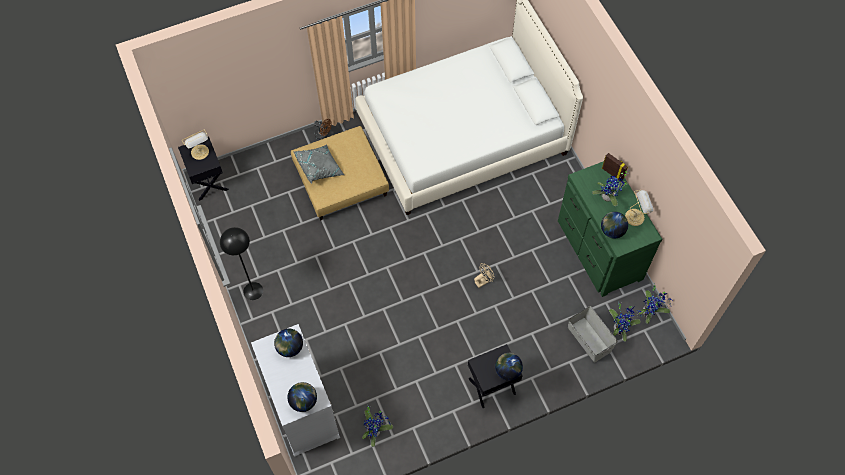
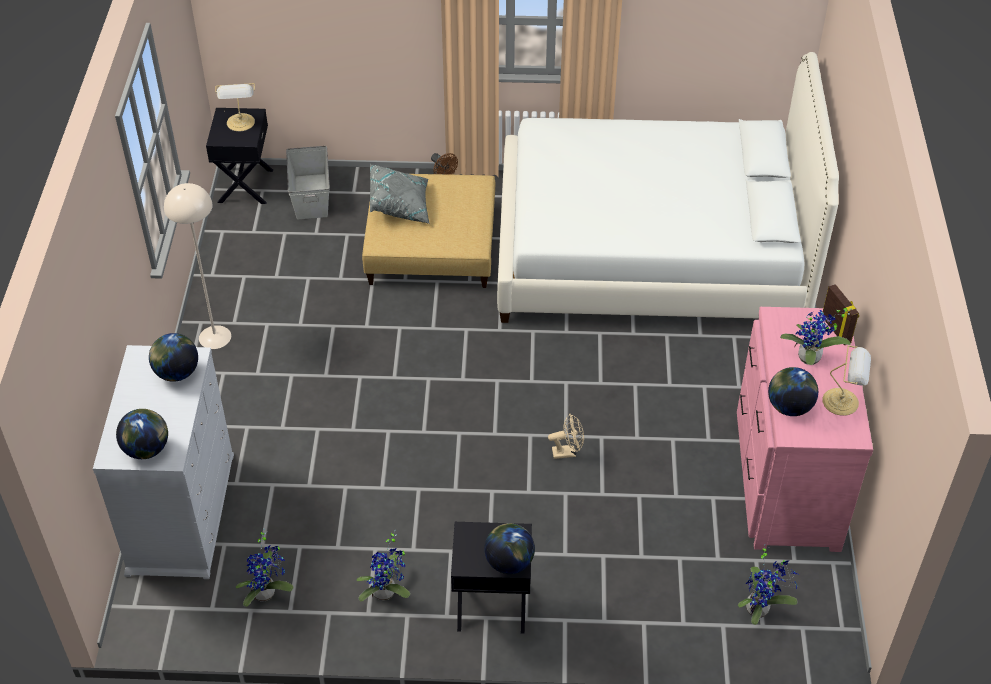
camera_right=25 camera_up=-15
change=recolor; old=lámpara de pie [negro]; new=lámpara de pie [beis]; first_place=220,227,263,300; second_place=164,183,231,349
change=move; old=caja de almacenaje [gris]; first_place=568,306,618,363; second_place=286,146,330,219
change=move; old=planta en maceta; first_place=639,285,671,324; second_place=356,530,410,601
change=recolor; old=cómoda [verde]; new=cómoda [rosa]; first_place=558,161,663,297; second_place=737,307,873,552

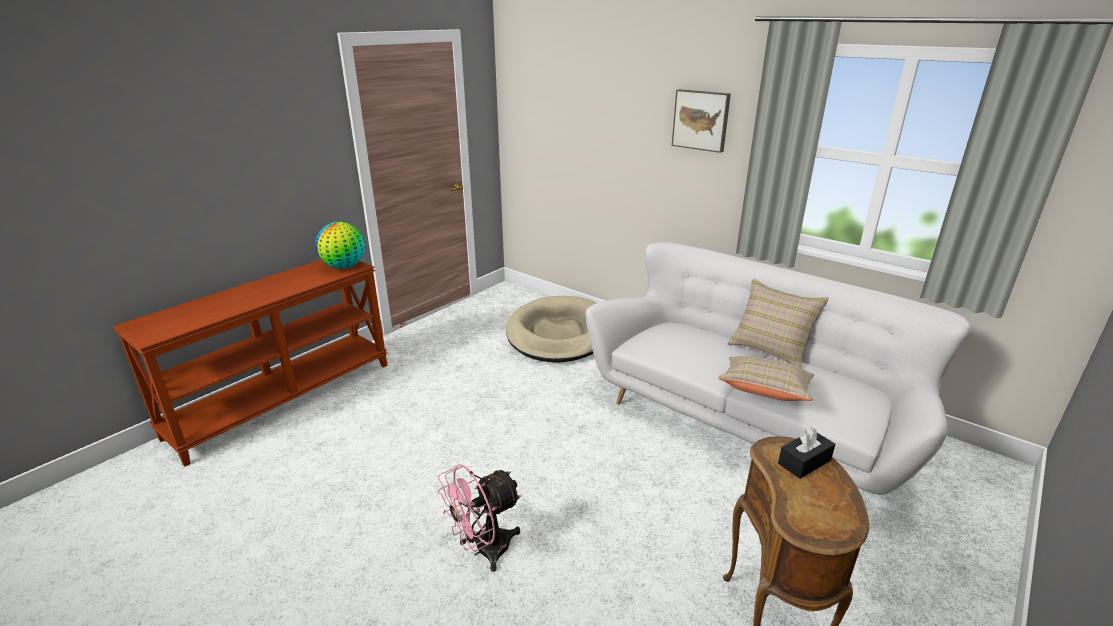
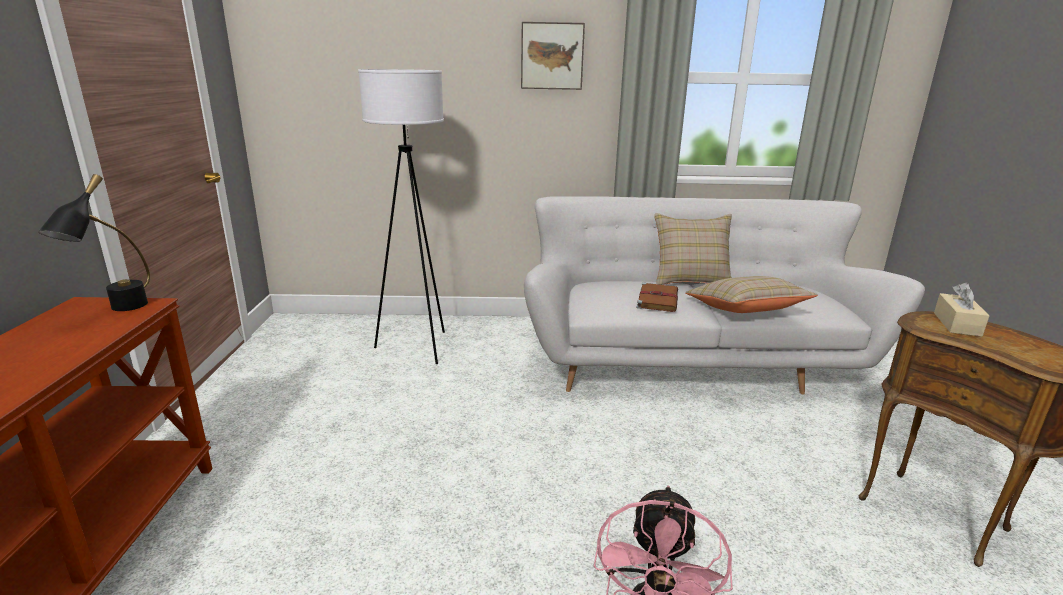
camera_right=-40 camera_up=-5
change=replace; old=globo terráqueo; new=lámpara de mesa [negro]; first_place=316,222,365,269; second_place=38,174,150,311
change=replace; old=cama para perro [beis]; new=lámpara de pie [blanco]; first_place=506,296,596,362; second_place=358,69,445,364
change=insert; new=libro [marrón]; second_place=637,282,678,312
change=recolor; old=caja de pañuelos [negro]; new=caja de pañuelos [beis]; first_place=778,426,835,479; second_place=934,282,989,337

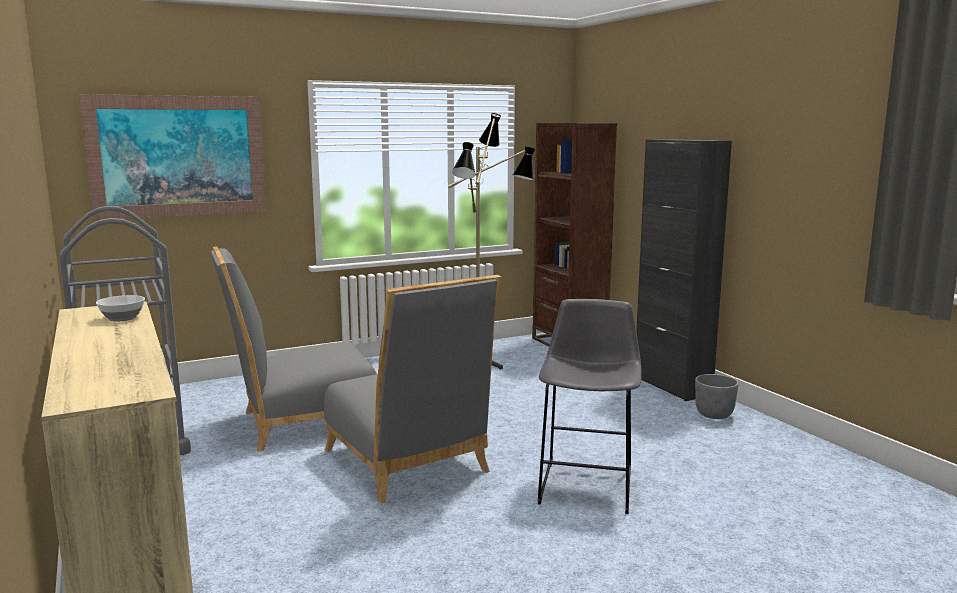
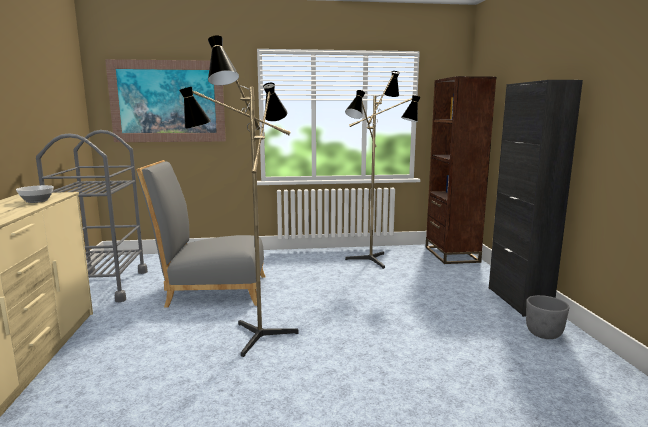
camera_right=20 camera_up=0
change=replace; old=silla [gris]; new=lámpara de pie; first_place=324,275,501,503; second_place=179,35,299,357
change=delete; old=taburete [gris]; first_place=538,299,642,514

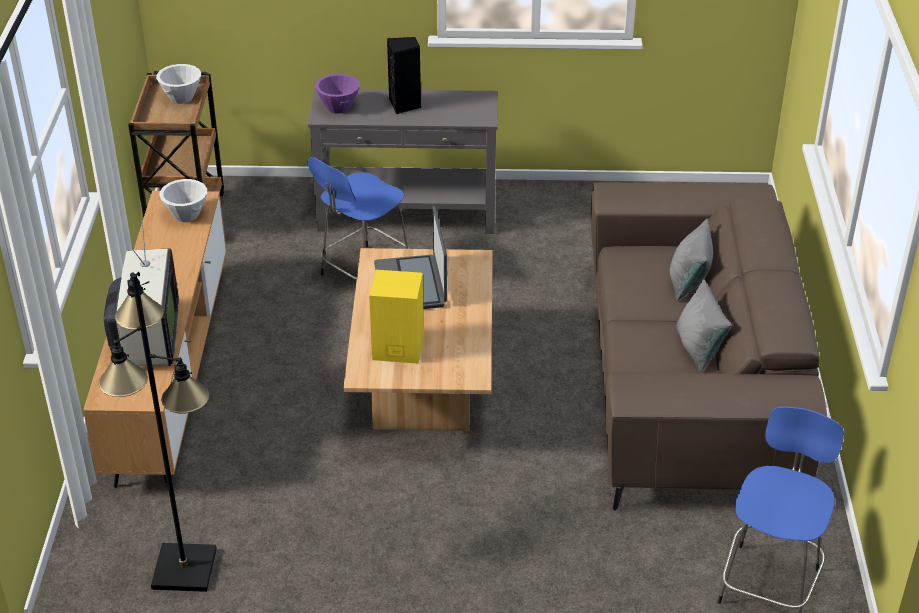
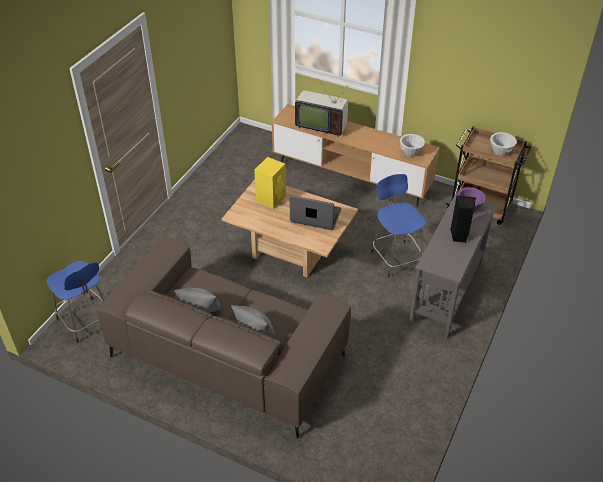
camera_right=115 camera_up=5
change=delete; old=lámpara de pie [negro]; first_place=98,272,217,592

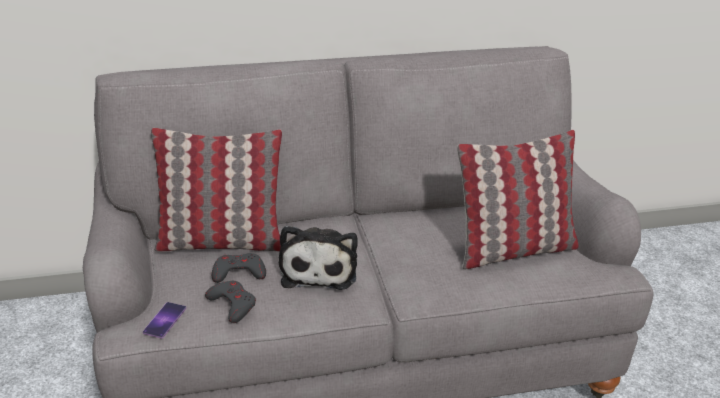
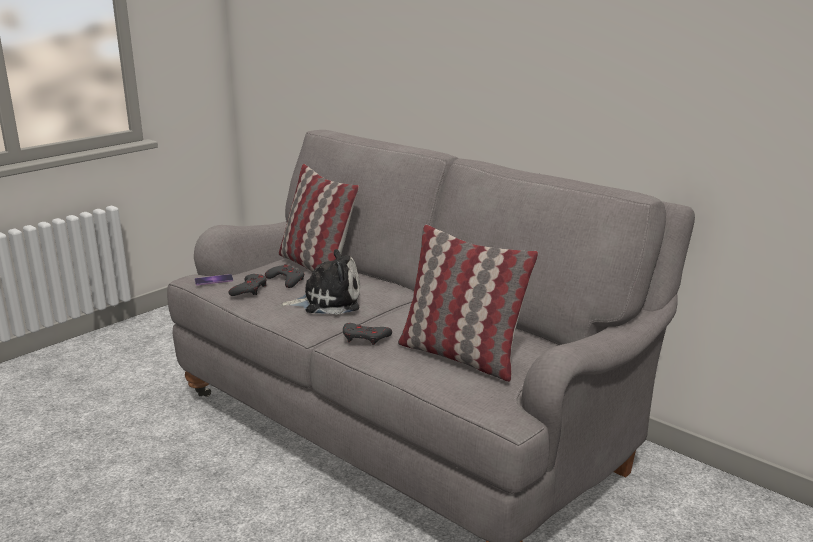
camera_right=55 camera_up=-10
change=rotate; old=peluche; first_place=279,226,358,290; second_place=280,249,360,315; degrees=-150
change=insert; new=mando de consola [gris]; second_place=343,323,392,345

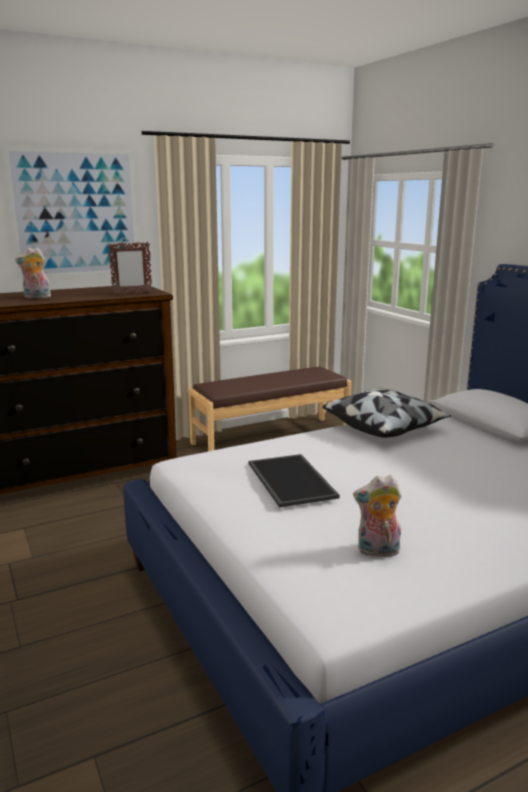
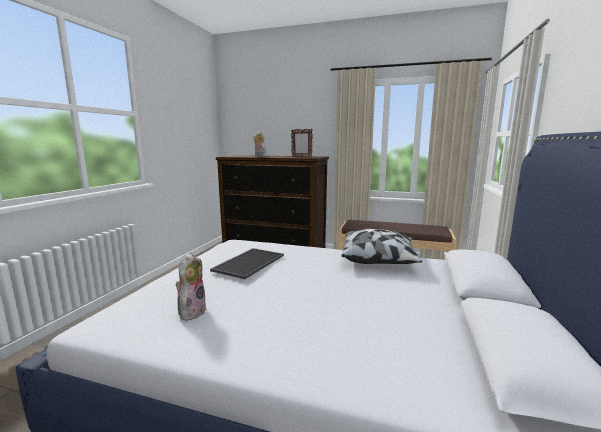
camera_right=45 camera_up=-5
change=rotate; old=peluche; first_place=353,475,401,557; second_place=176,252,207,321; degrees=60
change=delete; old=cuadro; first_place=3,146,138,279

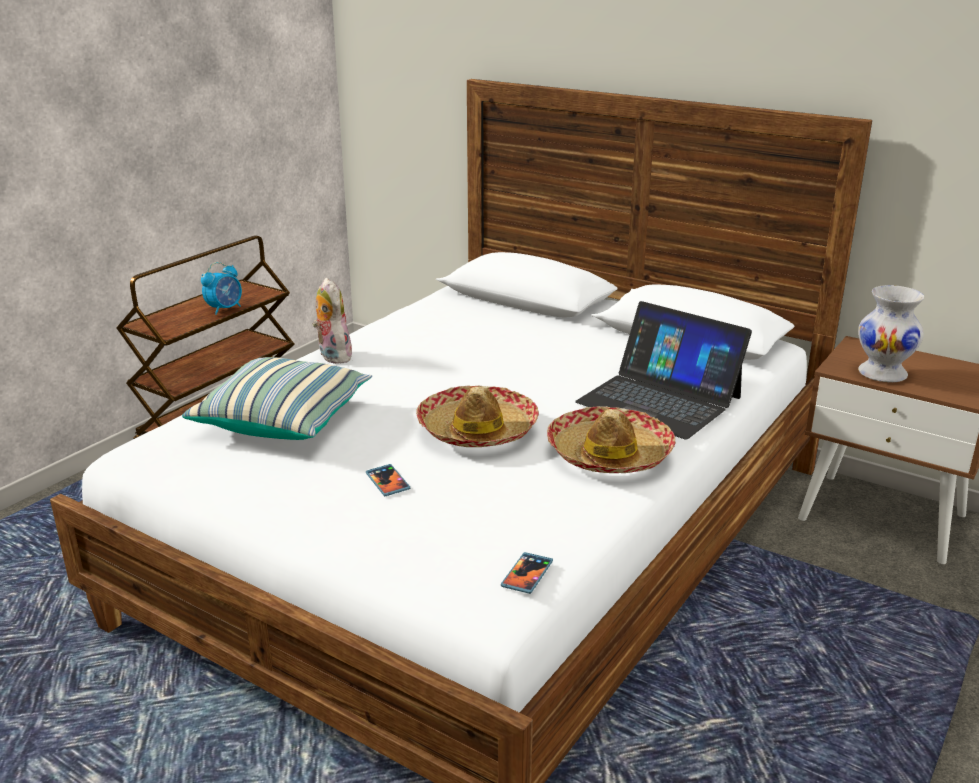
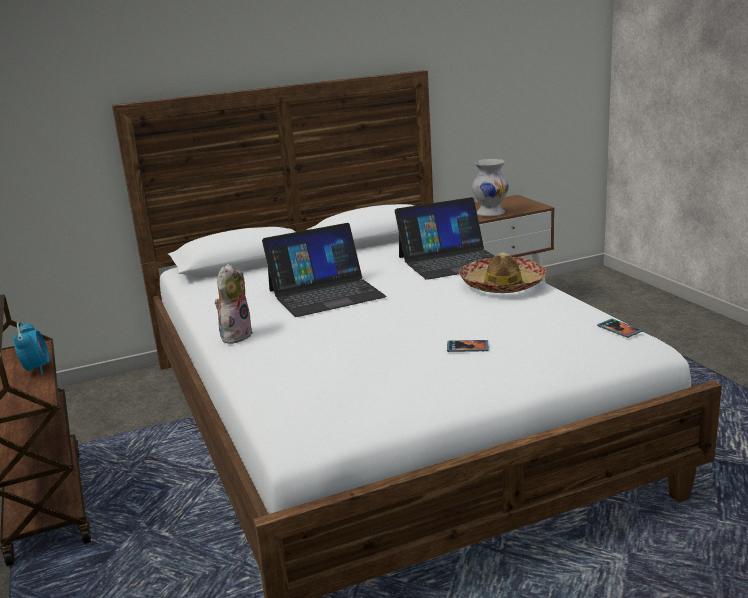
camera_right=-55 camera_up=-5
change=rotate; old=peluche; first_place=312,278,352,364; second_place=215,264,253,344; degrees=105
change=insert; new=portátil; second_place=262,223,387,317
change=delete; old=cojín; first_place=182,357,372,440
change=delete; old=sombrero; first_place=416,385,539,447

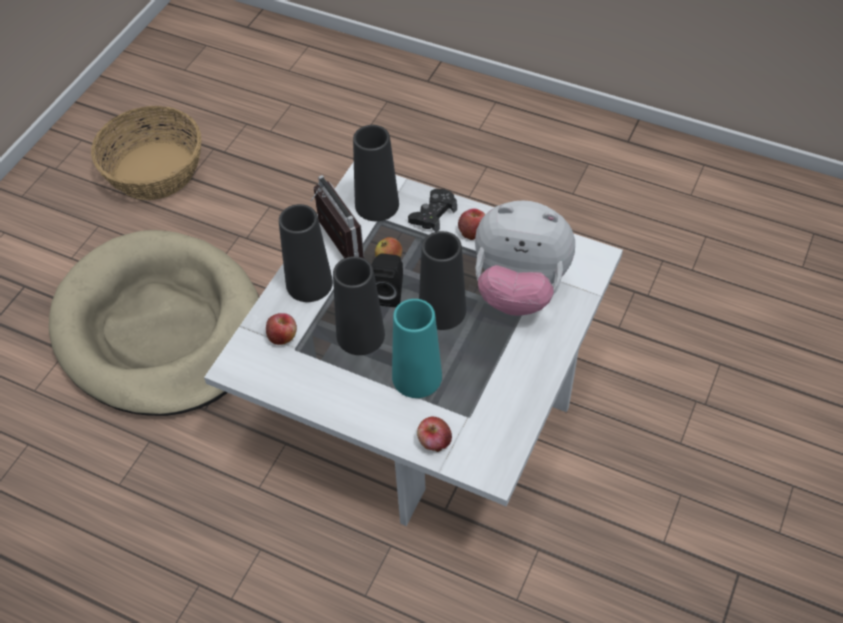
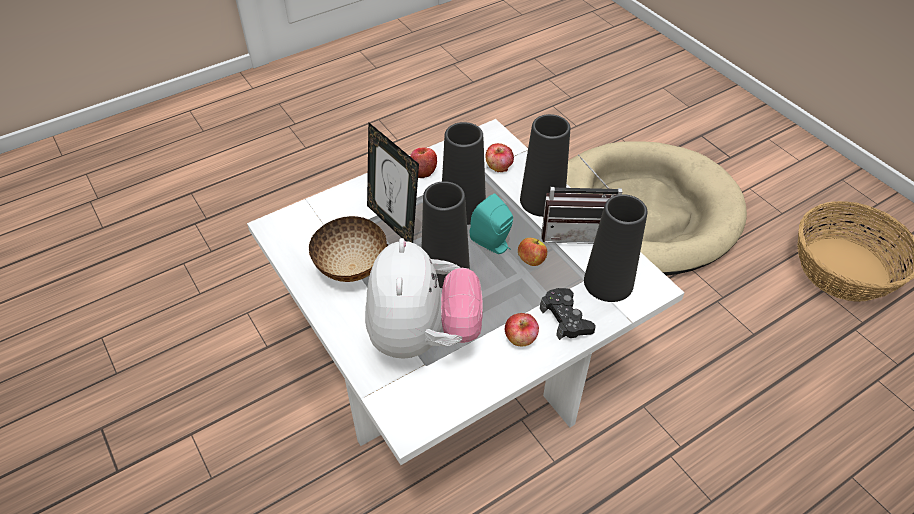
camera_right=120 camera_up=-5
change=insert; new=cuenco; second_place=309,216,388,282
change=rotate; old=peluche; first_place=475,200,575,316; second_place=365,238,483,359; degrees=135
change=replace; old=florero [turquesa]; new=portarretratos; first_place=392,299,442,398; second_place=367,122,419,243
change=move; old=manzana; first_place=417,417,452,452; second_place=410,147,437,178
change=recolor; old=altavoz [negro]; new=altavoz [turquesa]; first_place=371,254,403,307; second_place=470,193,513,254

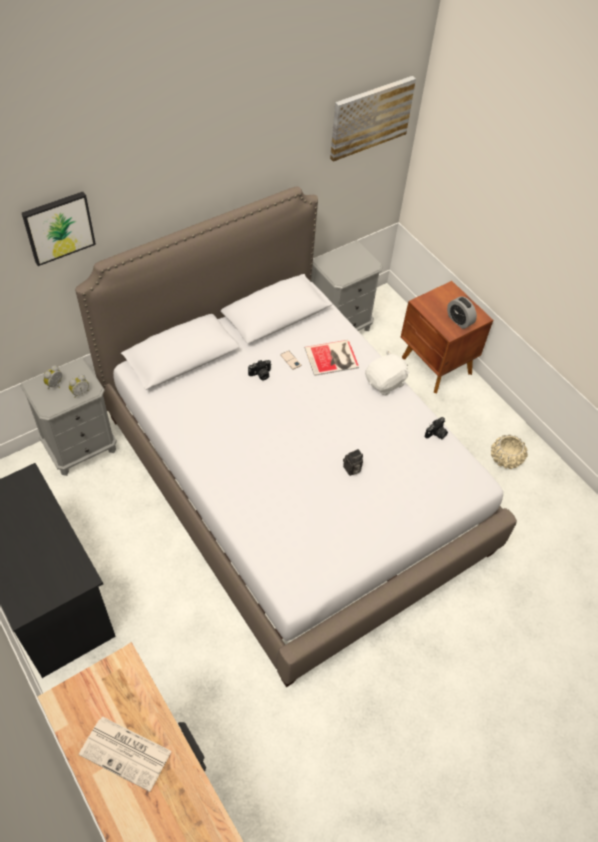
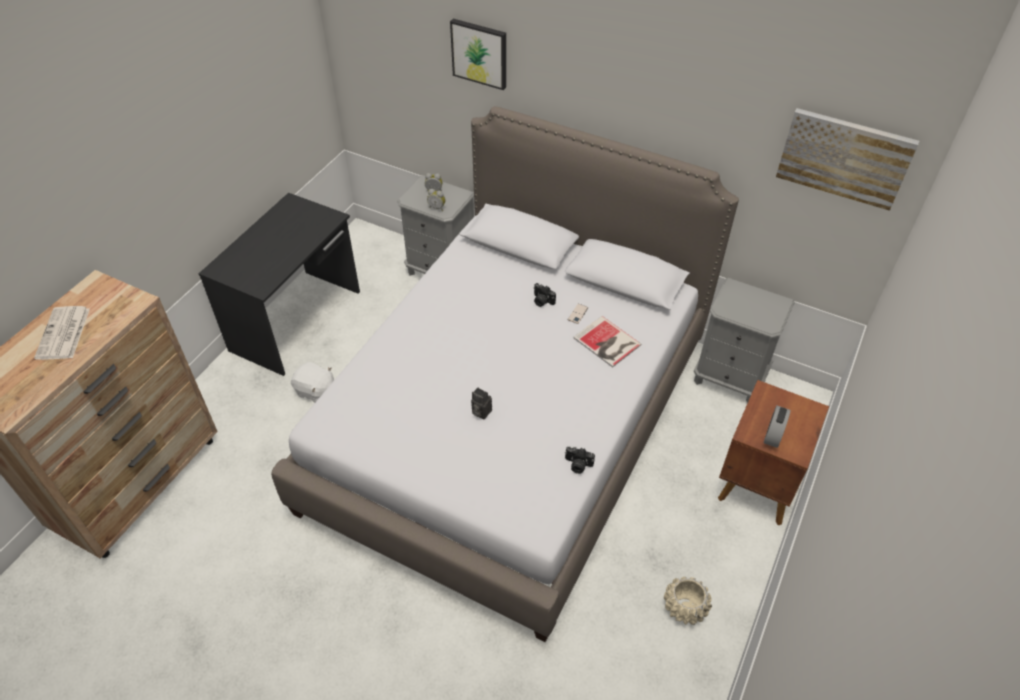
camera_right=65 camera_up=-5
change=move; old=peluche [blanco]; first_place=365,350,410,396; second_place=291,362,334,403

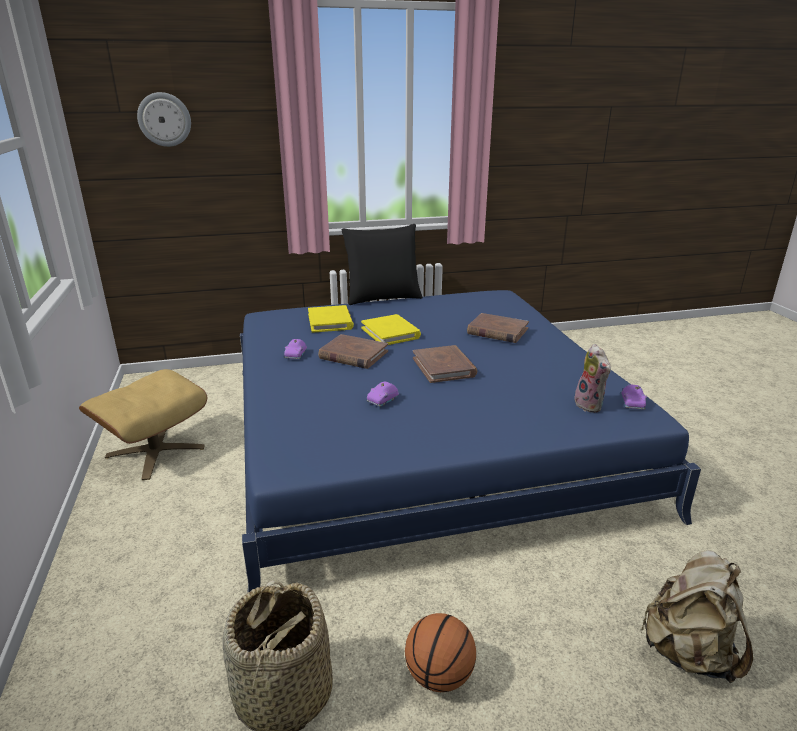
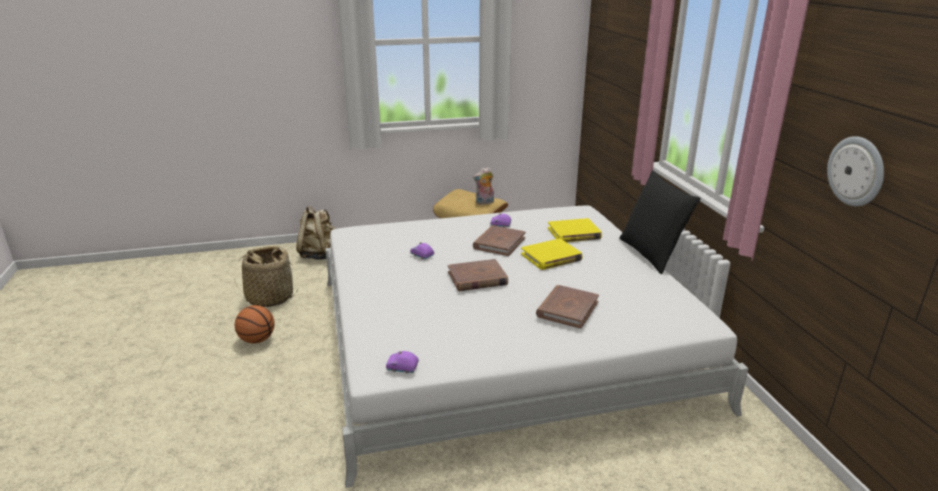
camera_right=90 camera_up=0
change=move; old=mochila [beis]; first_place=641,550,753,683; second_place=296,206,336,260
change=recolor; old=cama [azul]; new=cama [blanco]; first_place=240,290,701,593; second_place=325,206,749,488
change=move; old=peluche; first_place=574,344,611,413; second_place=473,167,494,205
change=move; old=reloj de pared; first_place=137,92,191,147; second_place=827,136,884,206

